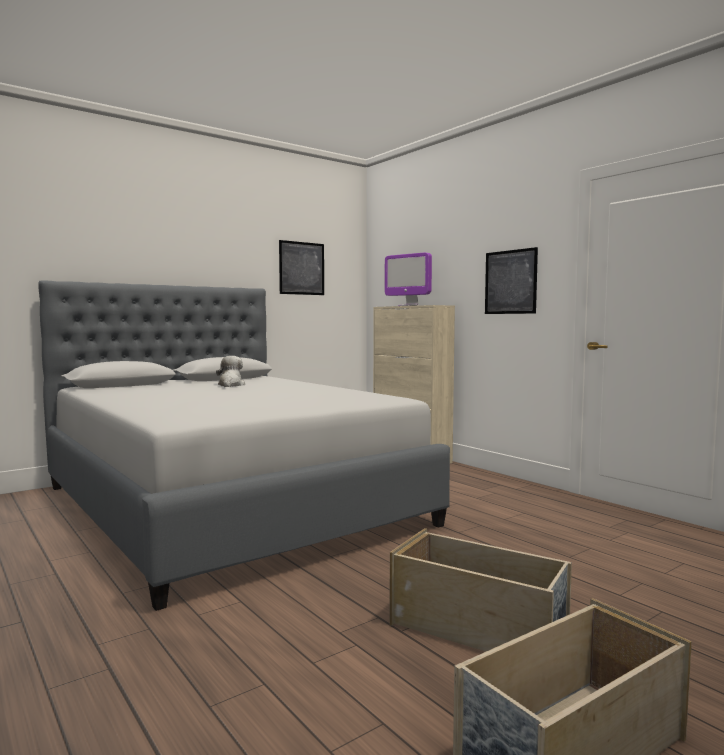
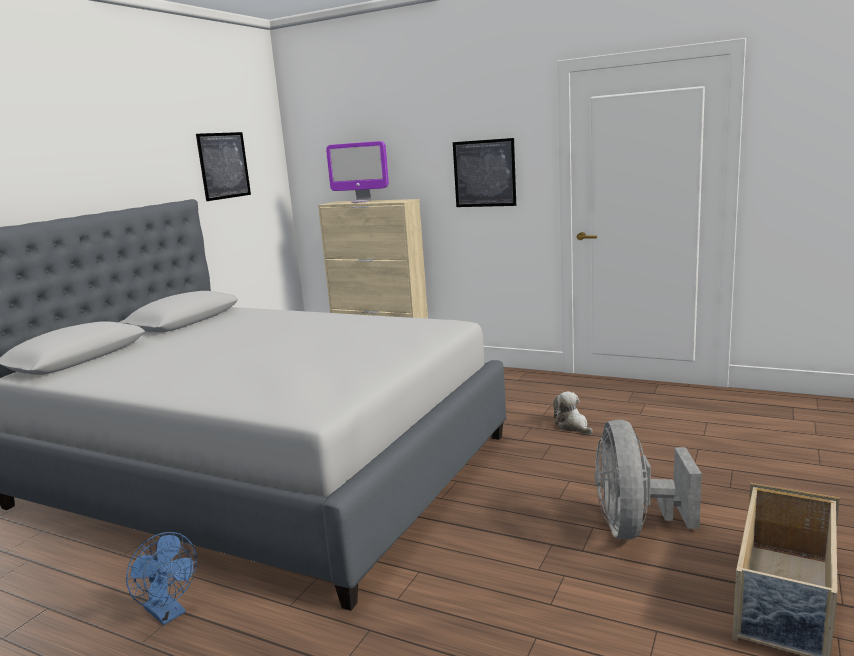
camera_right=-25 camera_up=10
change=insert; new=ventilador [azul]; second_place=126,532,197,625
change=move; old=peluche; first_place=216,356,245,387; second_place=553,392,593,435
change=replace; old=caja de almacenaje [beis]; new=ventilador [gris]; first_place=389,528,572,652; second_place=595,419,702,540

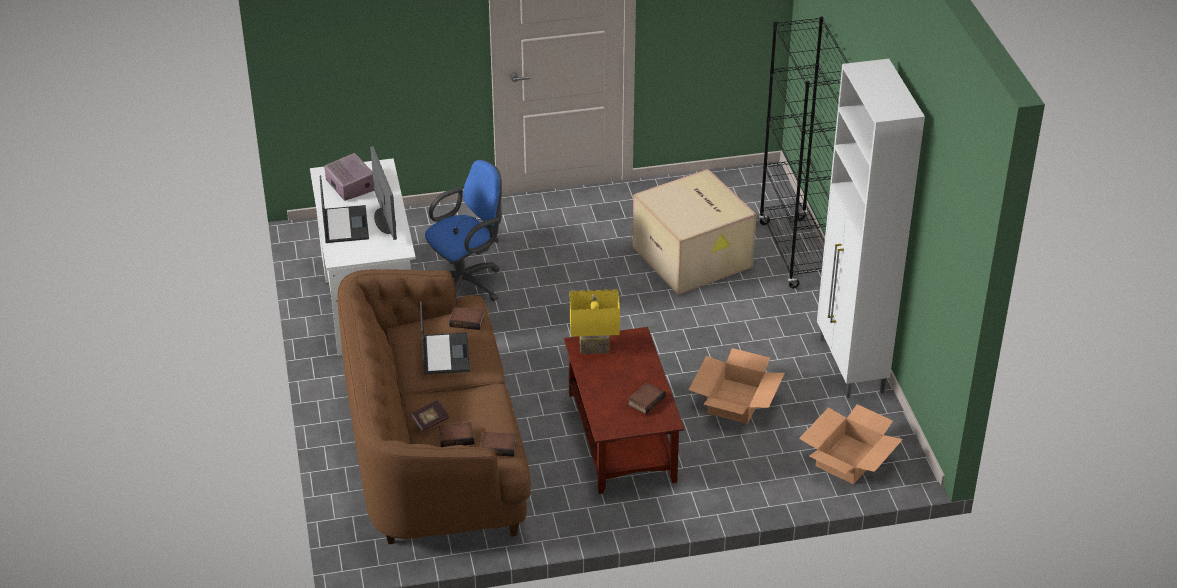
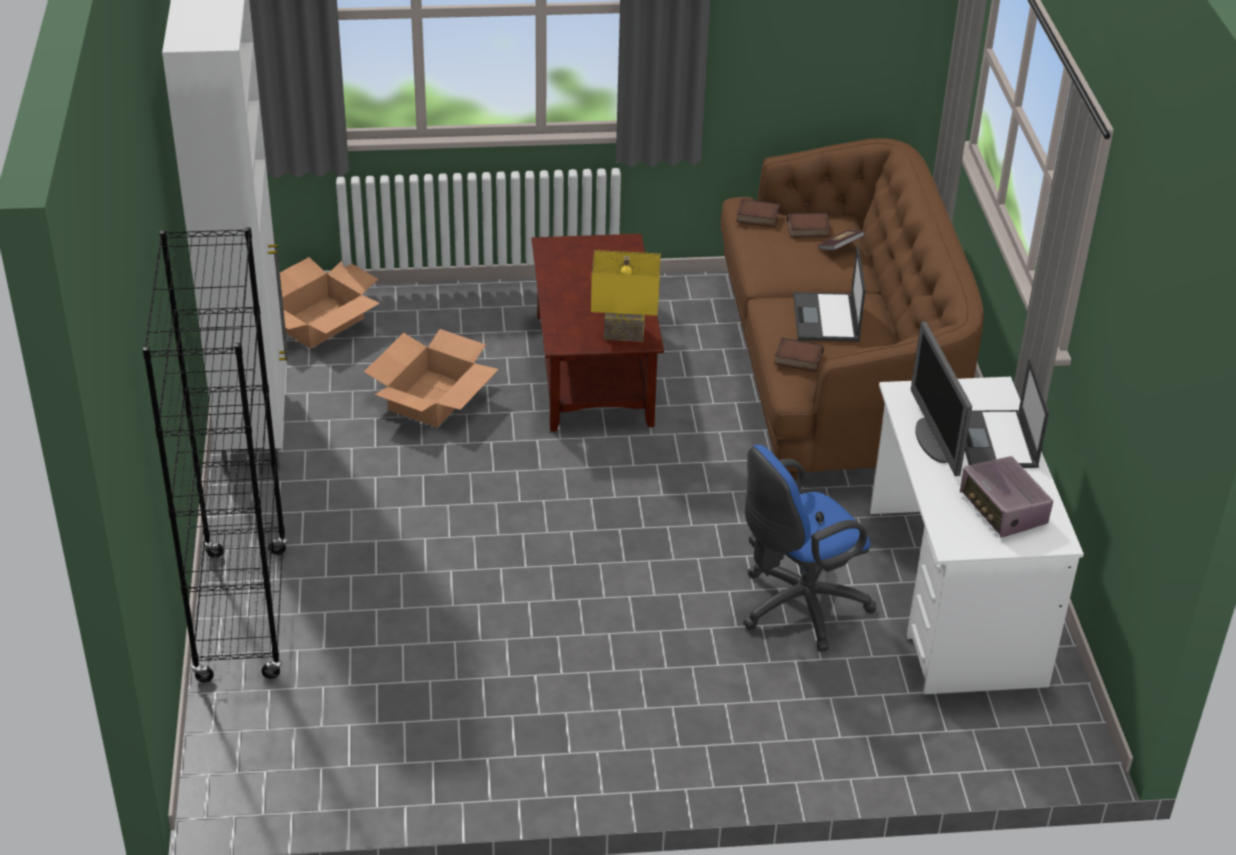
camera_right=-175 camera_up=0
change=delete; old=libro; first_place=628,382,666,415
change=delete; old=caja de cartón; first_place=632,169,757,295

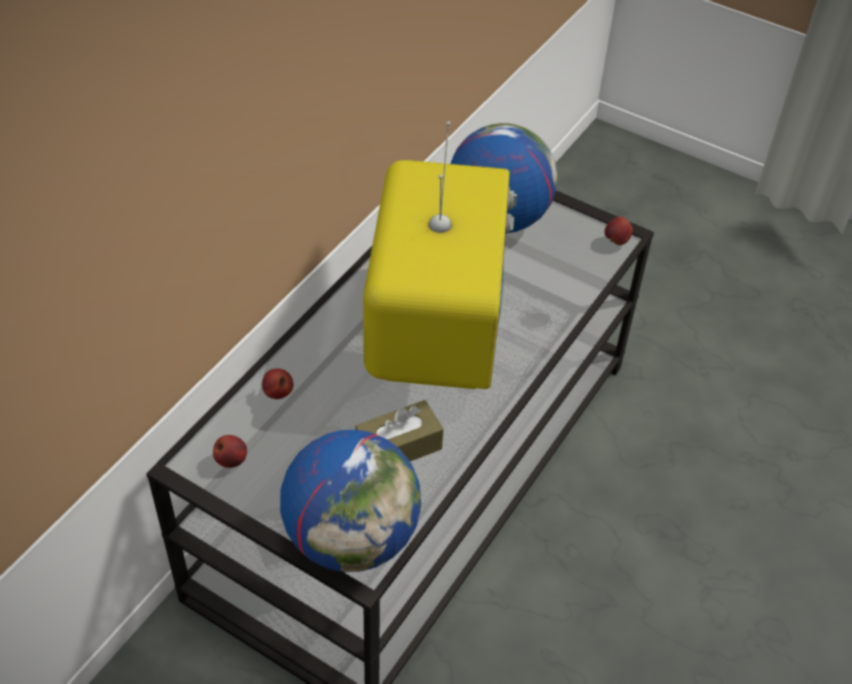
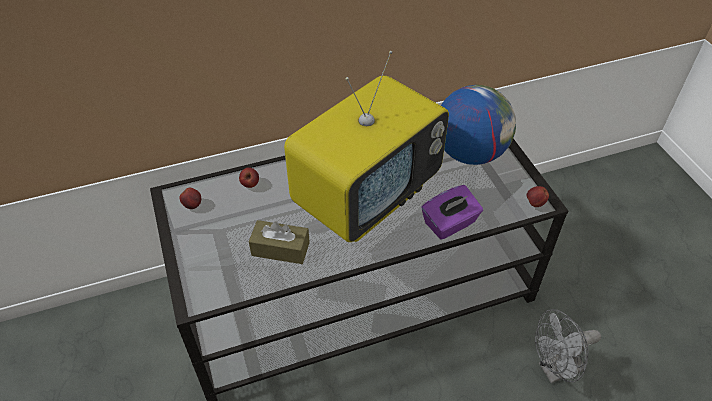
camera_right=40 camera_up=0
change=insert; new=caja de pañuelos [morado]; second_place=421,185,483,240
change=insert; new=ventilador [gris]; second_place=535,309,601,383
change=delete; old=globo terráqueo; first_place=280,430,421,572

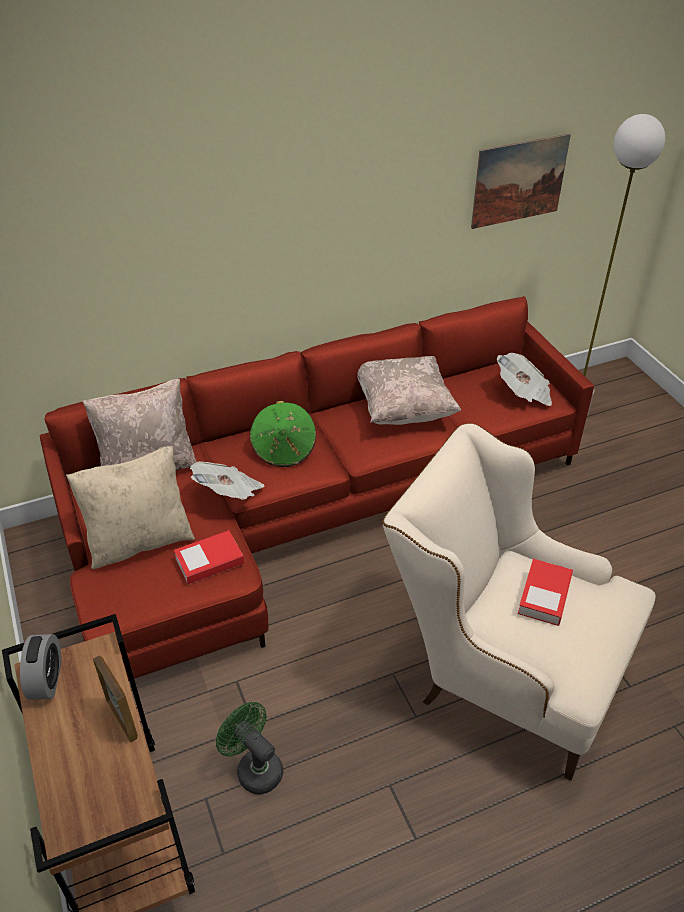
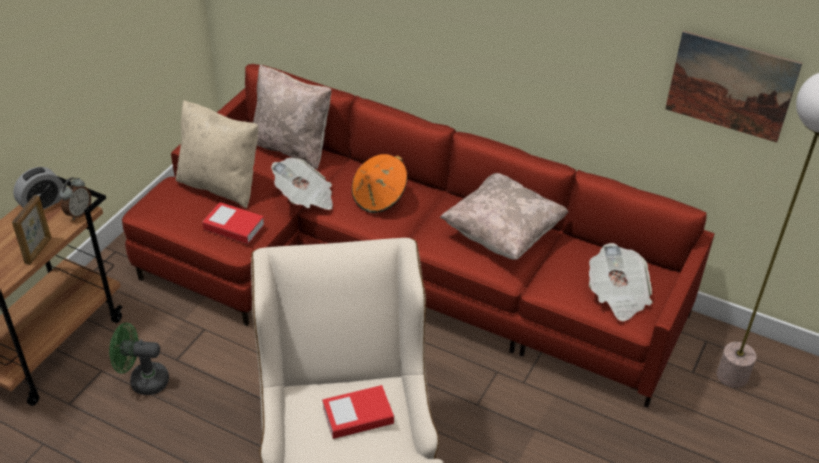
camera_right=50 camera_up=0
change=insert; new=despertador; second_place=59,177,91,220
change=rotate; old=ventilador [verde]; first_place=216,702,283,795; second_place=109,323,169,395; degrees=-90
change=recolor; old=sombrero [verde]; new=sombrero [naranja]; first_place=250,401,316,467; second_place=352,154,407,213

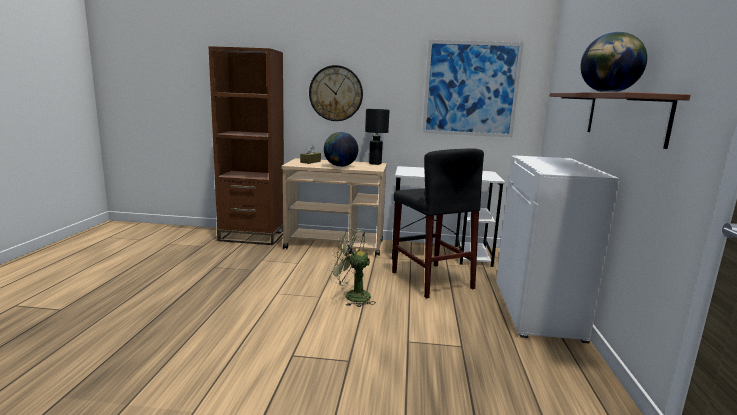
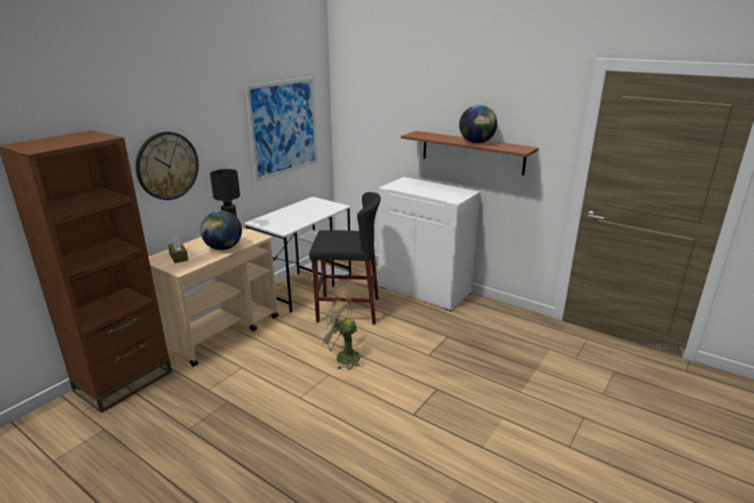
camera_right=-60 camera_up=10
change=rotate; old=ventilador [verde]; first_place=329,228,376,307; second_place=319,296,364,370; degrees=60

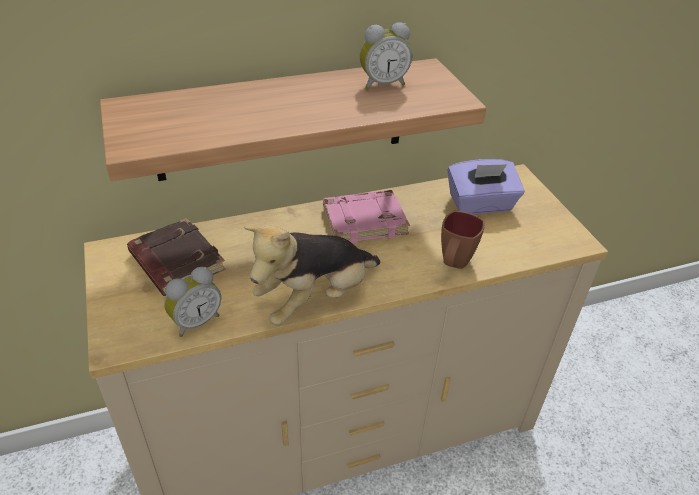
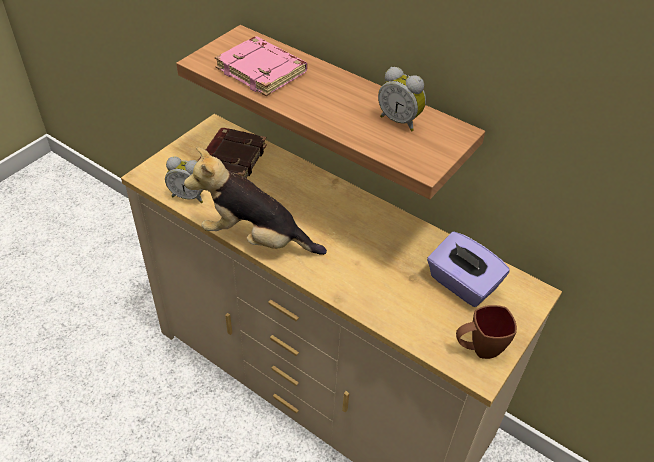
camera_right=55 camera_up=5
change=move; old=libro [rosa]; first_place=323,190,410,244; second_place=215,36,307,96
change=move; old=taza grande [marrón]; first_place=441,211,485,269; second_place=456,305,517,359

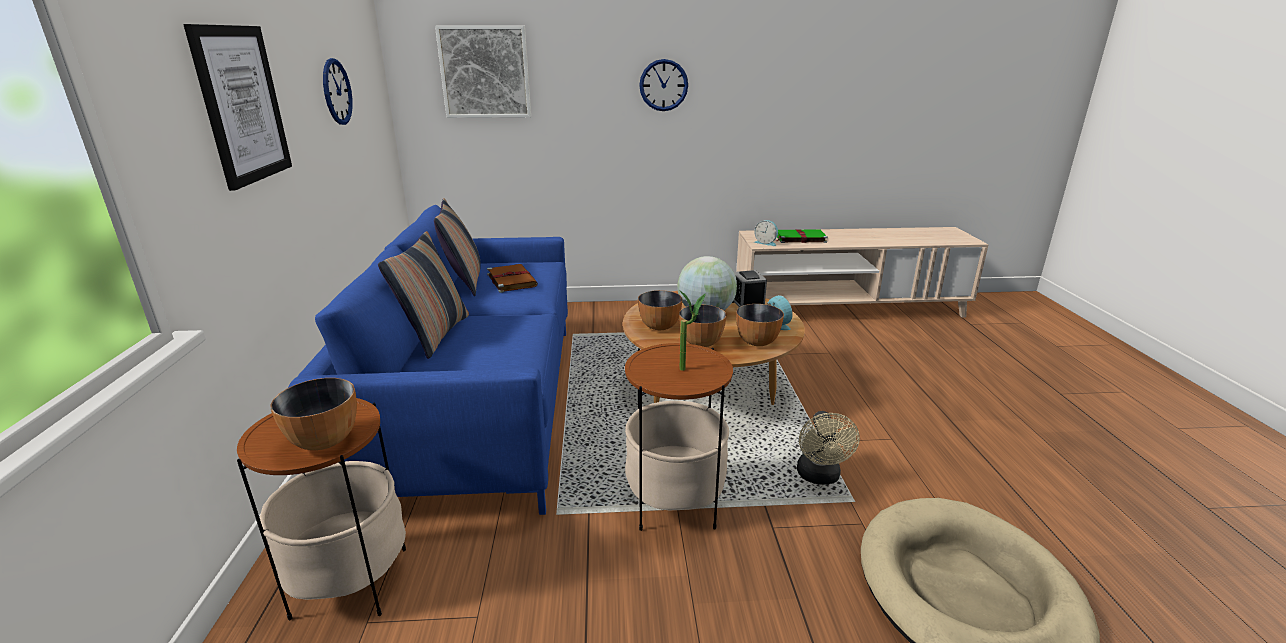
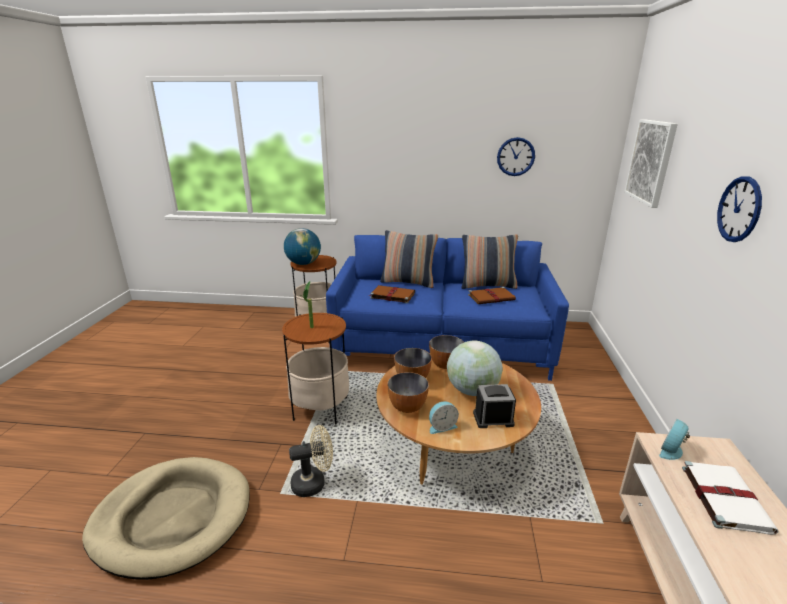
camera_right=100 camera_up=0
change=replace; old=cuenco; new=globo terráqueo; first_place=270,378,357,450; second_place=284,228,321,265
change=rotate; old=ventilador [beis]; first_place=797,411,860,485; second_place=289,425,333,497; degrees=150
change=insert; new=libro [marrón]; second_place=370,285,415,303
change=recolor; old=libro [verde]; new=libro [blanco]; first_place=776,229,828,243; second_place=682,461,778,535
change=delete; old=cuadro; first_place=183,24,292,191

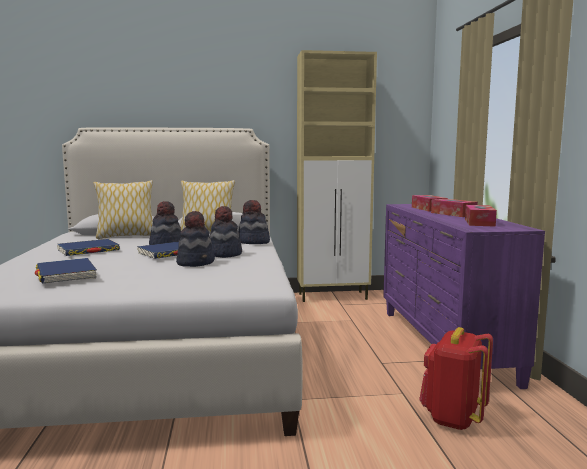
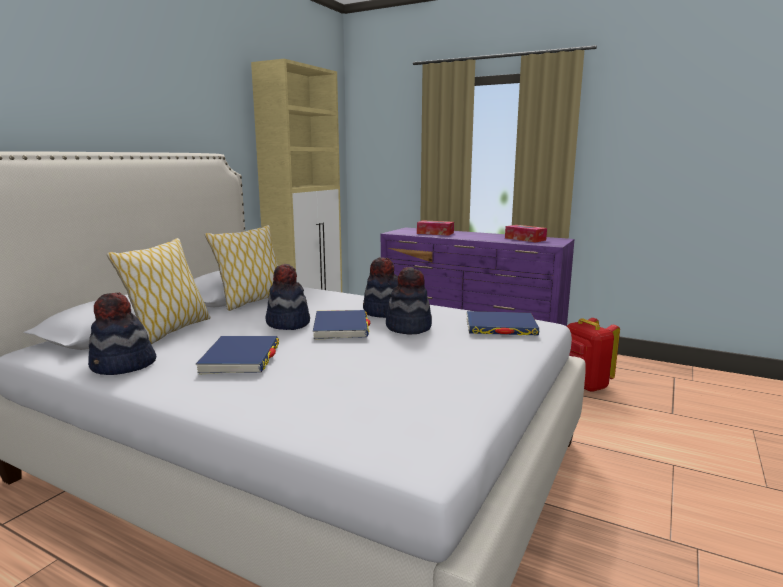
camera_right=-55 camera_up=5
change=move; old=sombrero; first_place=239,200,270,244; second_place=88,293,156,375
change=move; old=libro [azul]; first_place=35,258,97,284; second_place=467,311,539,336
change=delete; old=caja de pañuelos; first_place=431,199,478,217

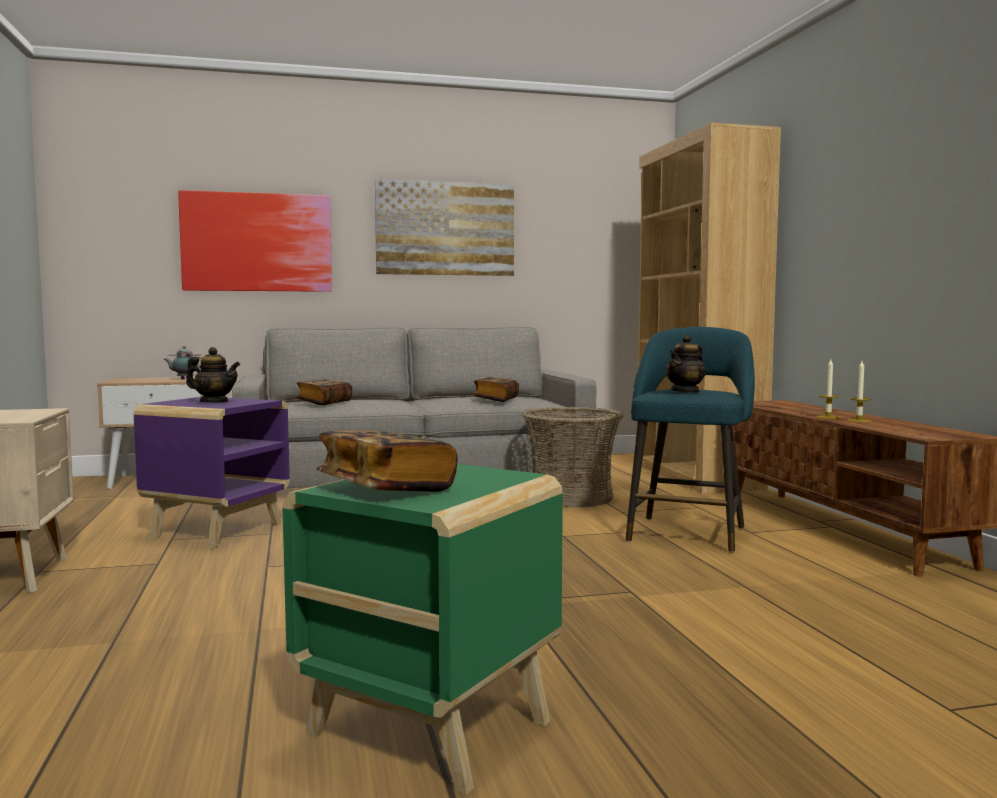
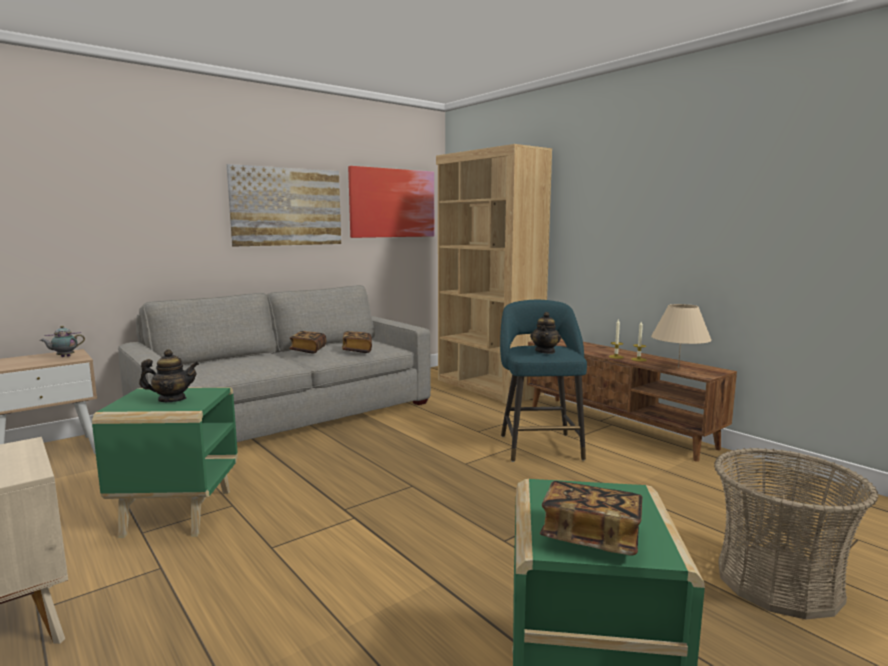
camera_right=-25 camera_up=5
change=recolor; old=mesa auxiliar [morado]; new=mesa auxiliar [verde]; first_place=134,397,290,549; second_place=92,387,238,538
change=move; old=libro; first_place=296,379,352,405; second_place=289,331,326,354
change=move; old=cuadro; first_place=178,190,332,292; second_place=348,166,434,238
change=insert; new=lámpara de mesa [beis]; second_place=651,304,712,368
change=move; old=cesta; first_place=521,407,624,507; second_place=714,448,878,619

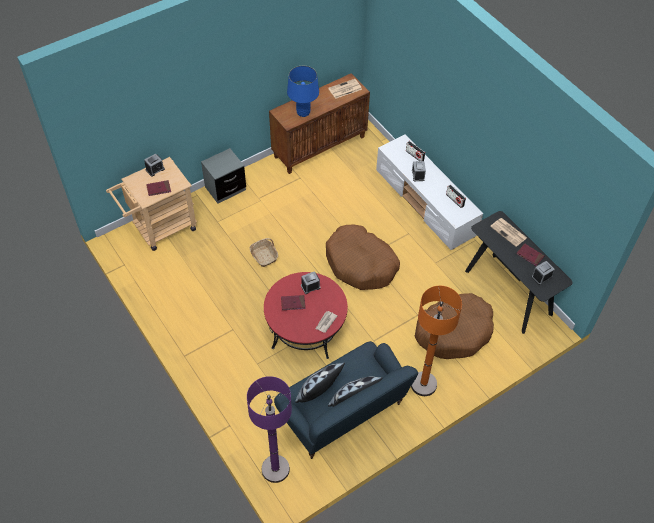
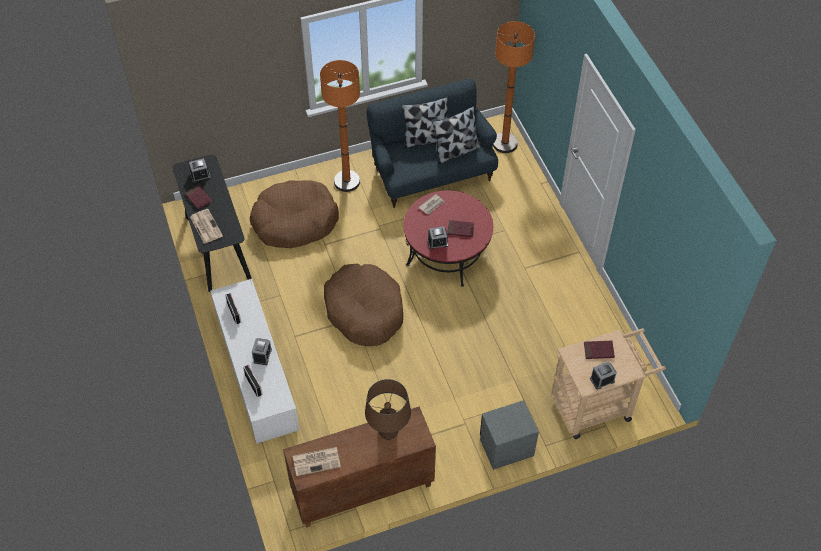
camera_right=-165 camera_up=0
change=recolor; old=lámpara de mesa [azul]; new=lámpara de mesa [marrón]; first_place=287,66,319,117; second_place=365,379,411,440
change=recolor; old=lámpara de pie [morado]; new=lámpara de pie [naranja]; first_place=247,376,292,483; second_place=493,21,535,153
change=delete; old=cesta; first_place=249,238,278,267

